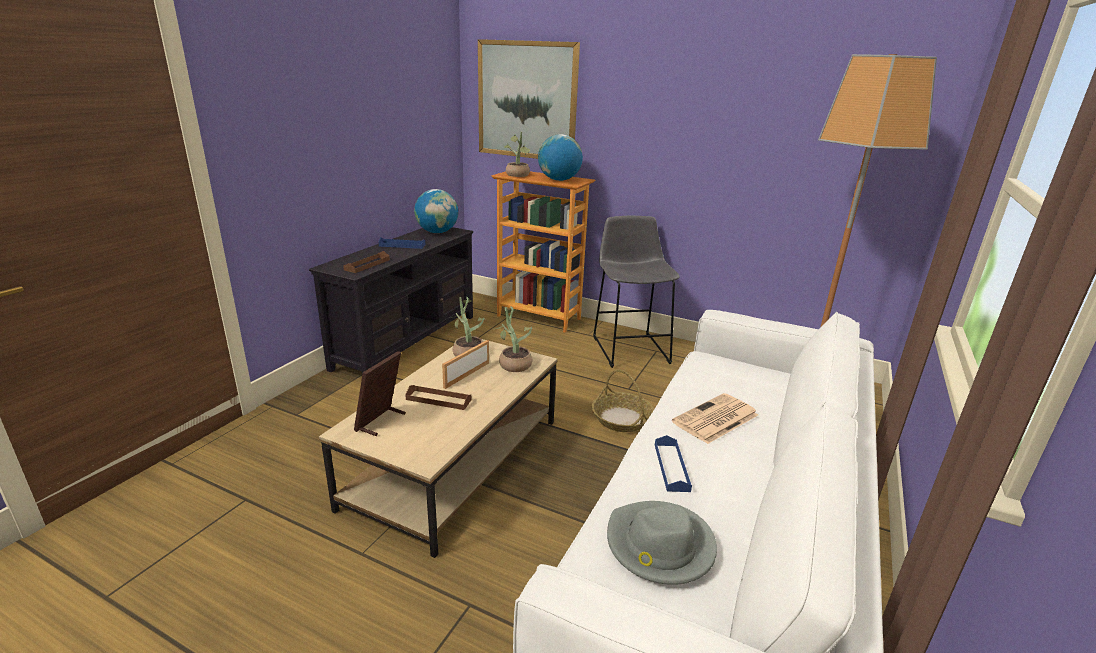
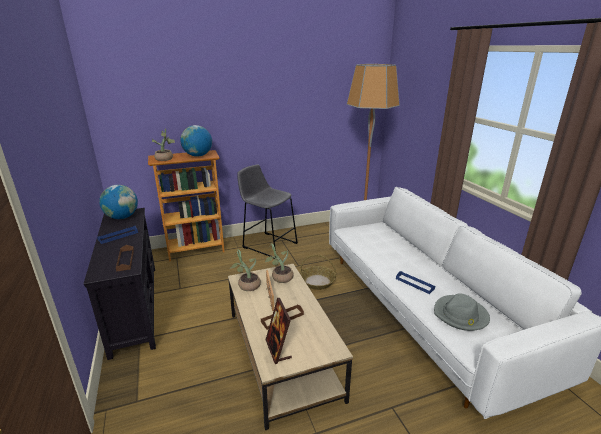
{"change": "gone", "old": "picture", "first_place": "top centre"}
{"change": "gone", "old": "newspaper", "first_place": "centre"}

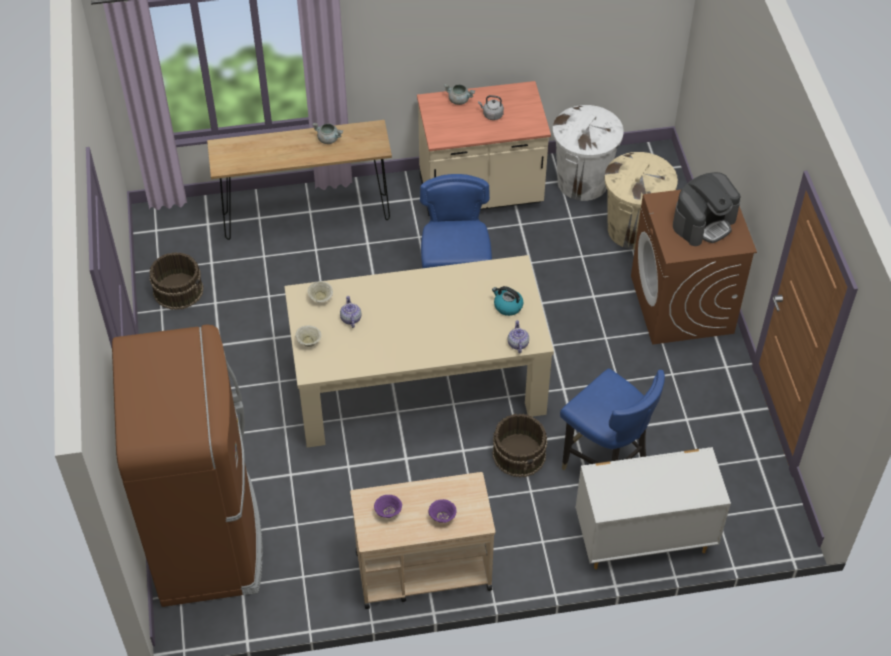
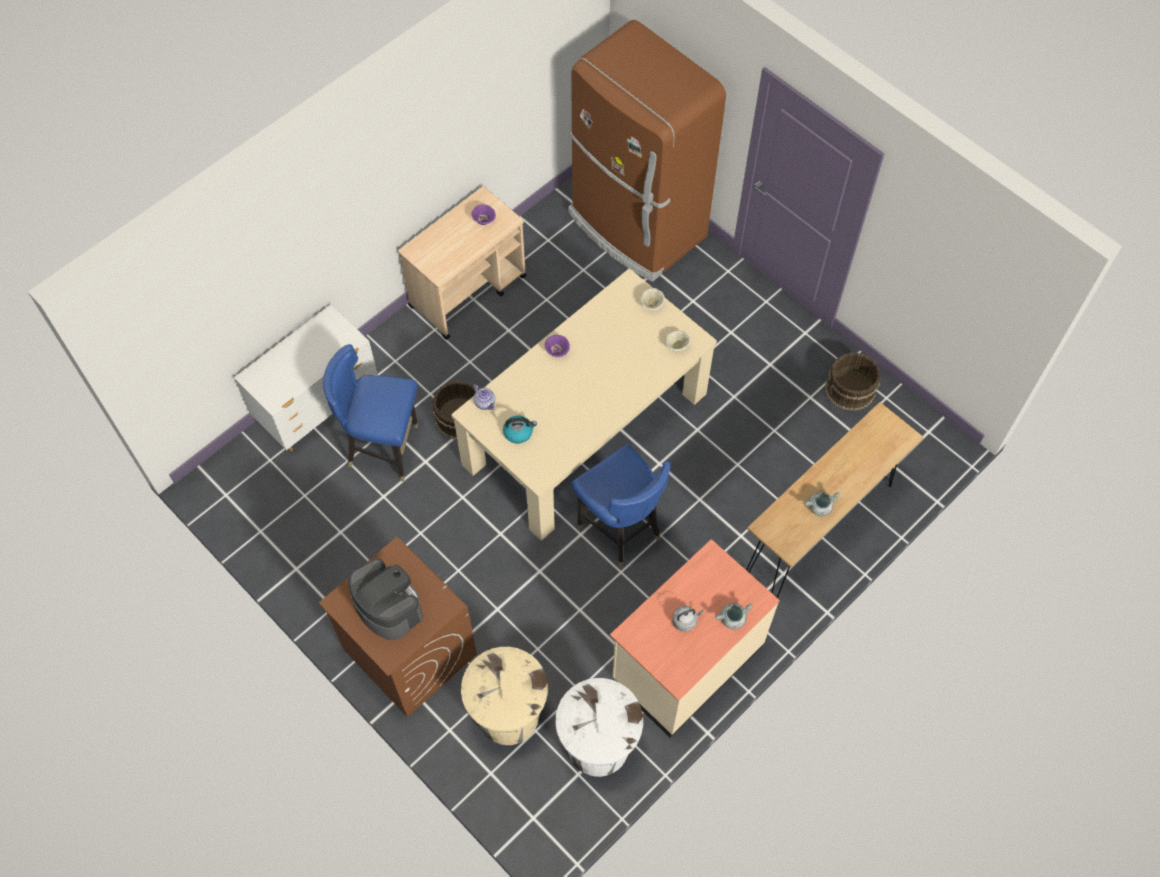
{"change": "gone", "old": "teapot (no. 1 from left)", "first_place": "centre"}
{"change": "shifted", "old": "bowl/purple (no. 2 from left)", "first_place": "bottom centre", "second_place": "centre"}
{"change": "rotated", "old": "coffee machine", "first_place": "top right", "second_place": "bottom left", "degrees": 120}

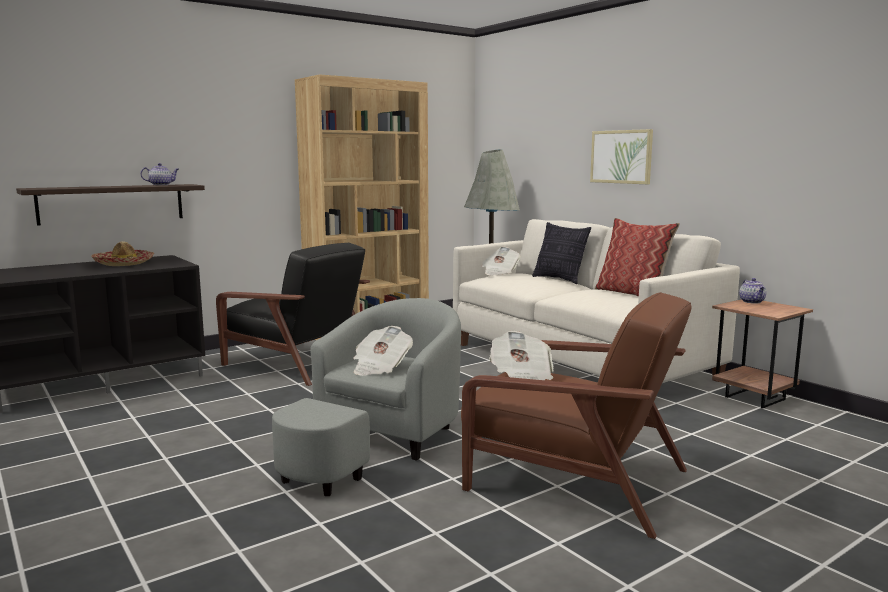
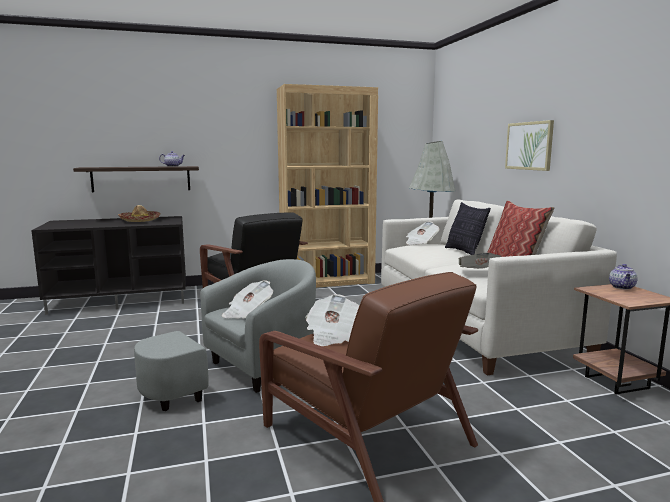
{"change": "new", "new": "newspaper (no. 4 from left)", "second_place": "middle right"}

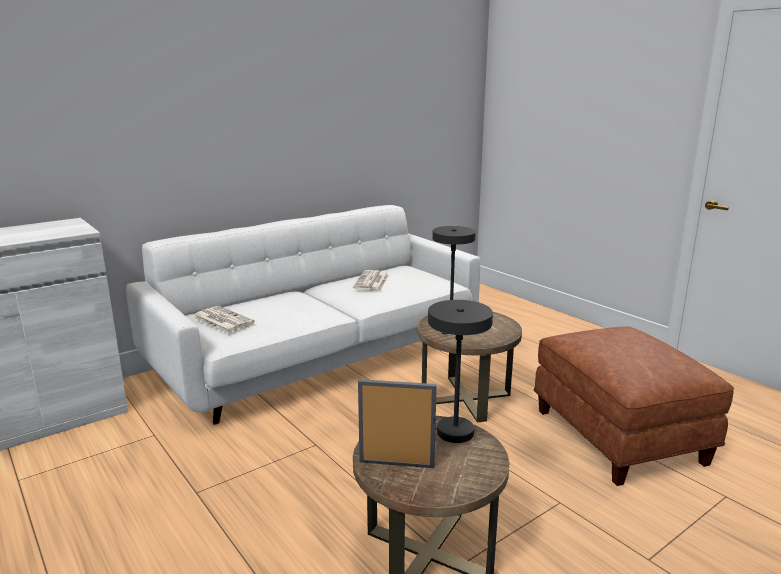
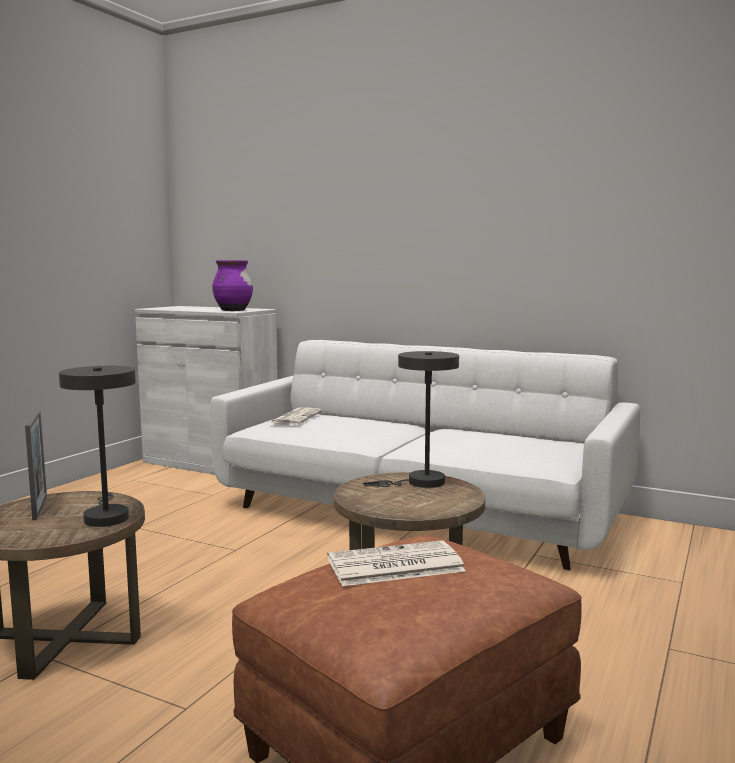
{"change": "shifted", "old": "newspaper (no. 2 from left)", "first_place": "centre", "second_place": "bottom centre"}
{"change": "new", "new": "vase/purple", "second_place": "middle left"}

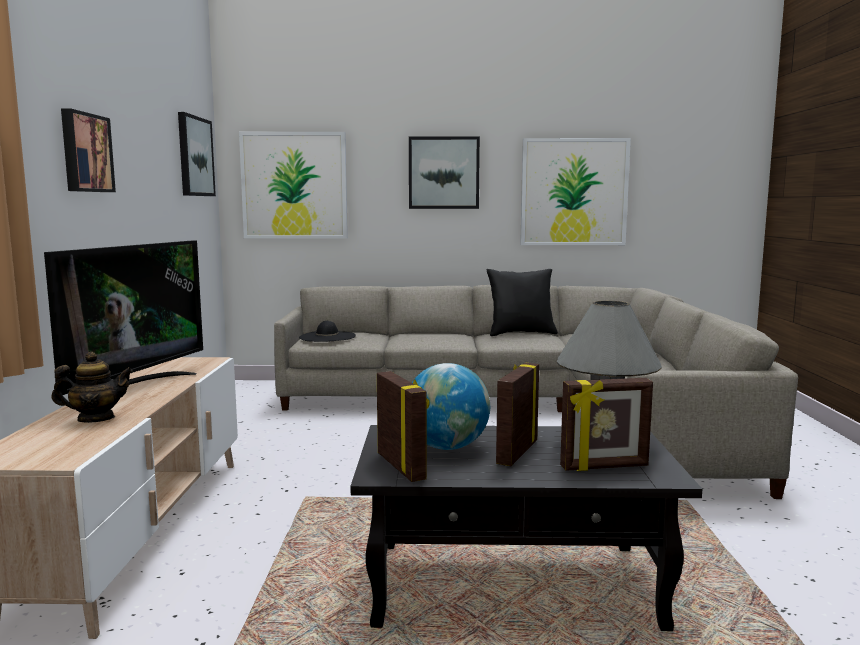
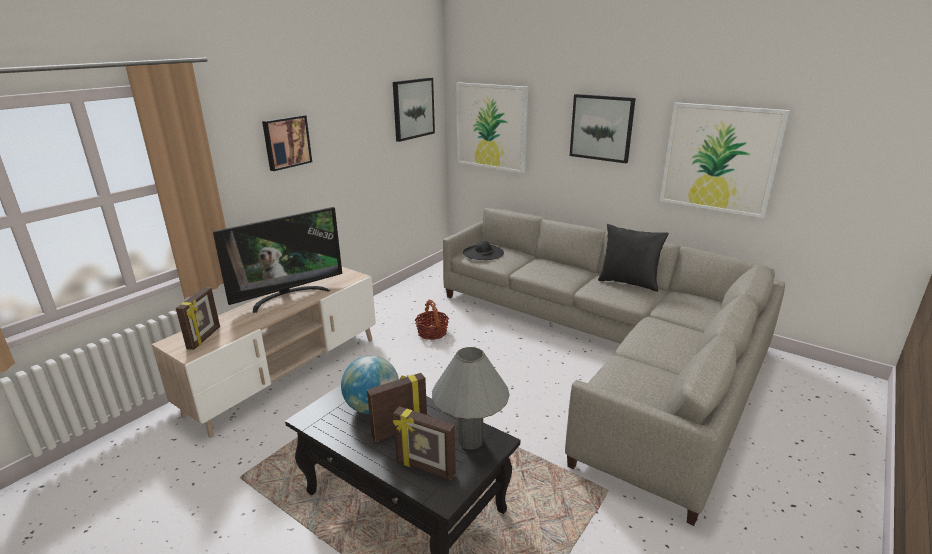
{"change": "gone", "old": "teapot", "first_place": "middle left"}
{"change": "shifted", "old": "picture frame (no. 1 from left)", "first_place": "centre", "second_place": "middle left"}
{"change": "new", "new": "basket", "second_place": "centre"}

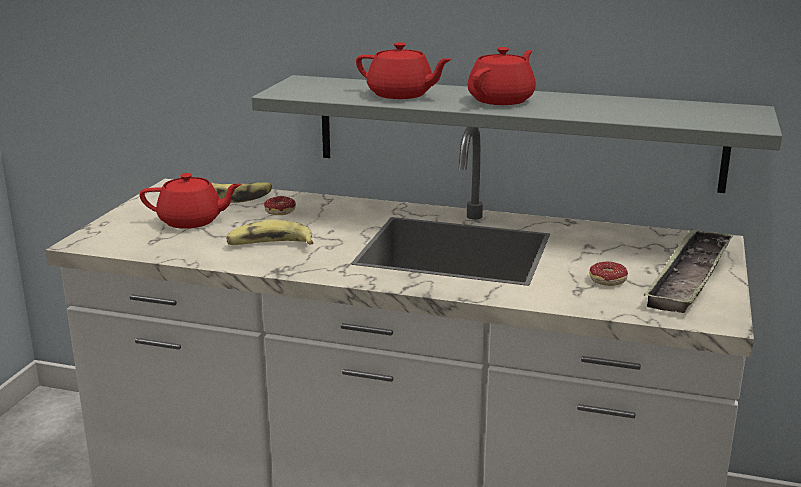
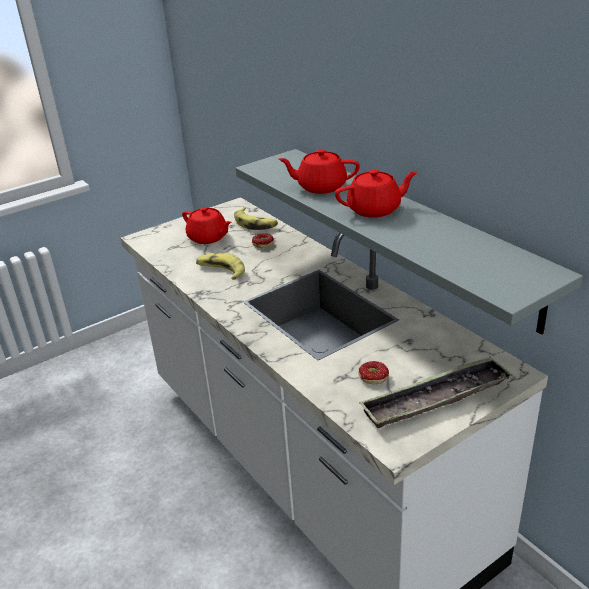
{"change": "rotated", "old": "teapot/red (no. 2 from left)", "first_place": "top centre", "second_place": "top centre", "degrees": 120}

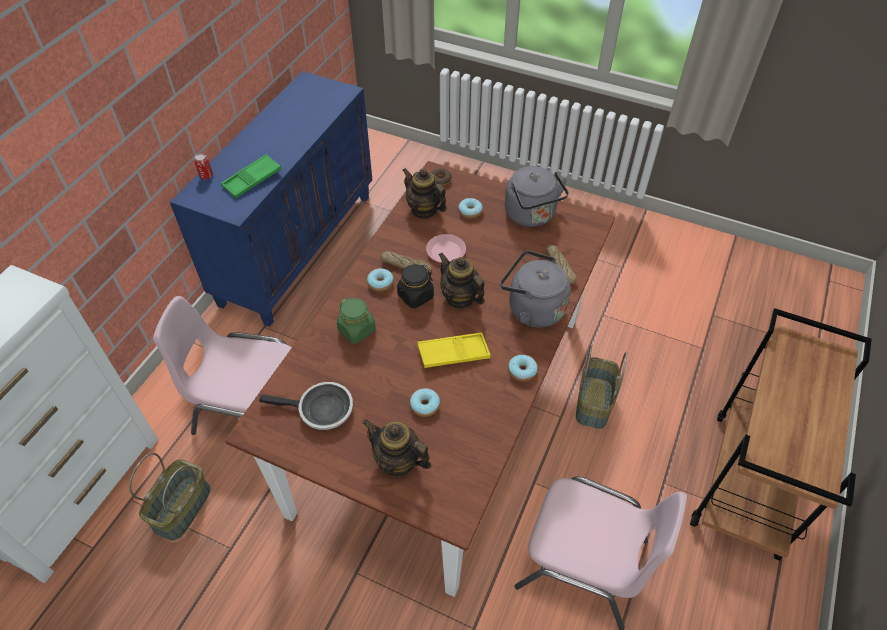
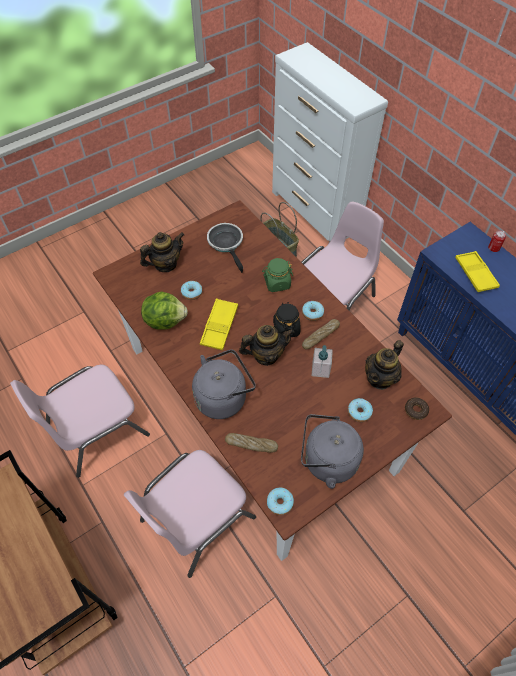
{"change": "repainted", "old": "tray/green", "new": "tray/yellow (no. 2 from left)", "first_place": "top left", "second_place": "middle right"}
{"change": "rotated", "old": "frying pan", "first_place": "centre", "second_place": "centre", "degrees": 120}
{"change": "rotated", "old": "teapot (no. 2 from left in the first image)", "first_place": "top centre", "second_place": "middle right", "degrees": 150}
{"change": "swapped", "old": "plate/pink", "new": "soap dispenser", "first_place": "centre", "second_place": "centre"}
{"change": "shifted", "old": "donut (no. 5 from left in the first image)", "new": "donut (no. 2 from left)", "first_place": "centre", "second_place": "bottom centre"}
{"change": "swapped", "old": "basket (no. 2 from left)", "new": "chair/pink (no. 2 from left)", "first_place": "middle right", "second_place": "bottom centre"}
{"change": "new", "new": "lettuce", "second_place": "middle left"}

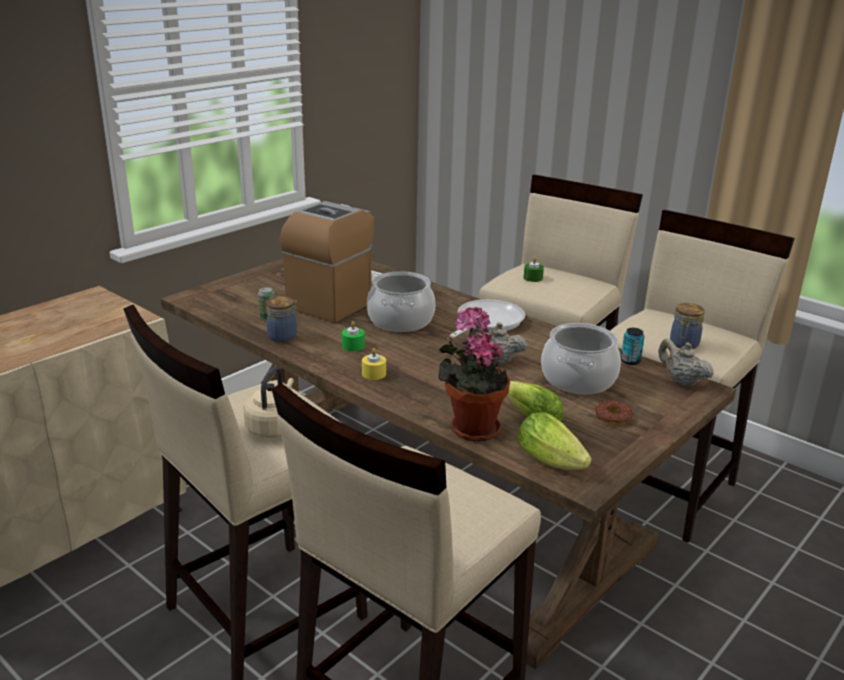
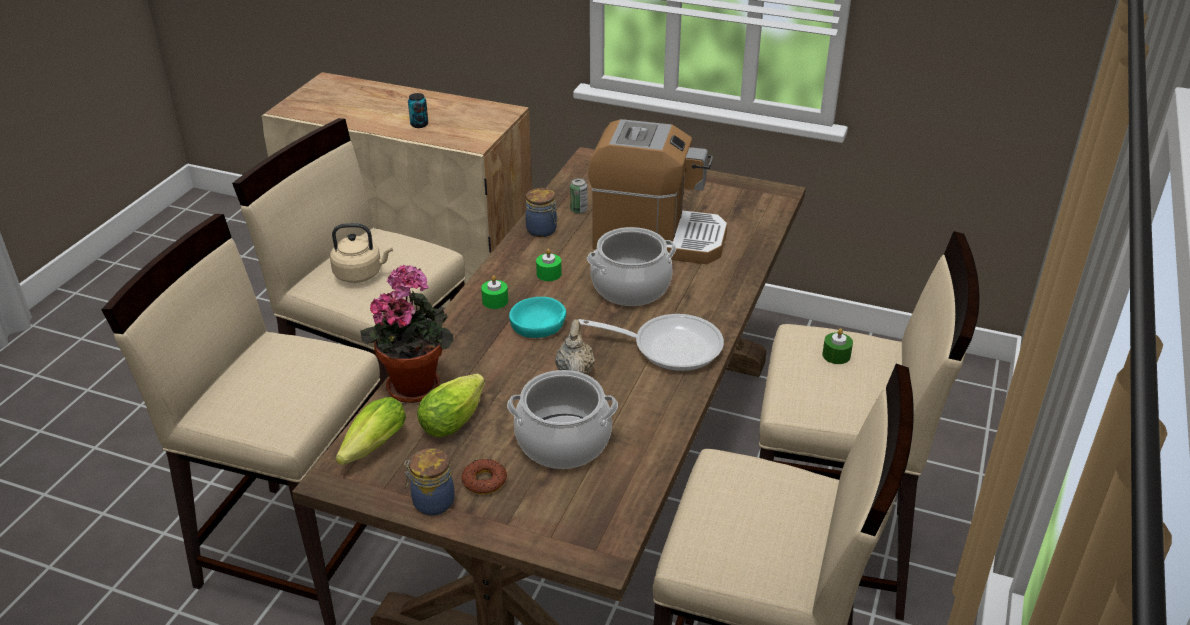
{"change": "repainted", "old": "candle/yellow", "new": "candle/green (no. 1 from left)", "first_place": "centre", "second_place": "centre"}
{"change": "shifted", "old": "can (no. 2 from left in the first image)", "new": "can (no. 1 from left)", "first_place": "middle right", "second_place": "top centre"}
{"change": "gone", "old": "teapot/beige (no. 2 from left)", "first_place": "middle right"}
{"change": "shifted", "old": "jar (no. 2 from left in the first image)", "new": "jar (no. 1 from left)", "first_place": "middle right", "second_place": "bottom centre"}
{"change": "new", "new": "bowl/turquoise", "second_place": "centre"}

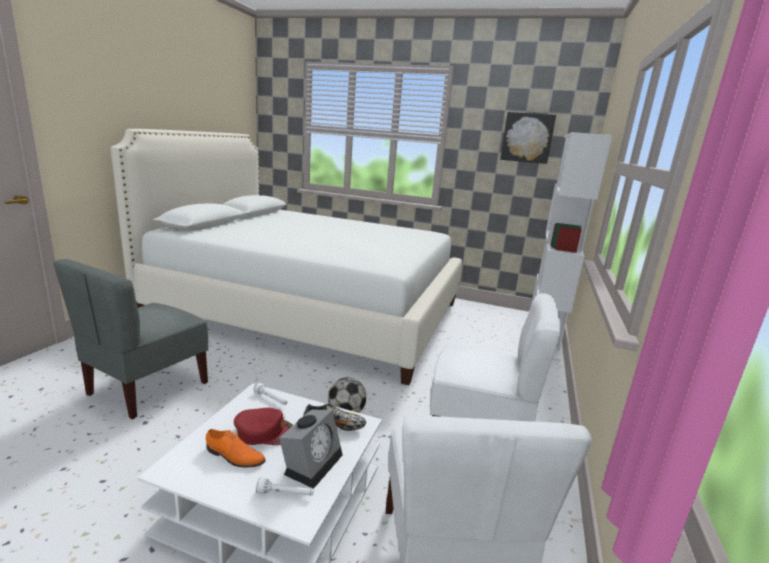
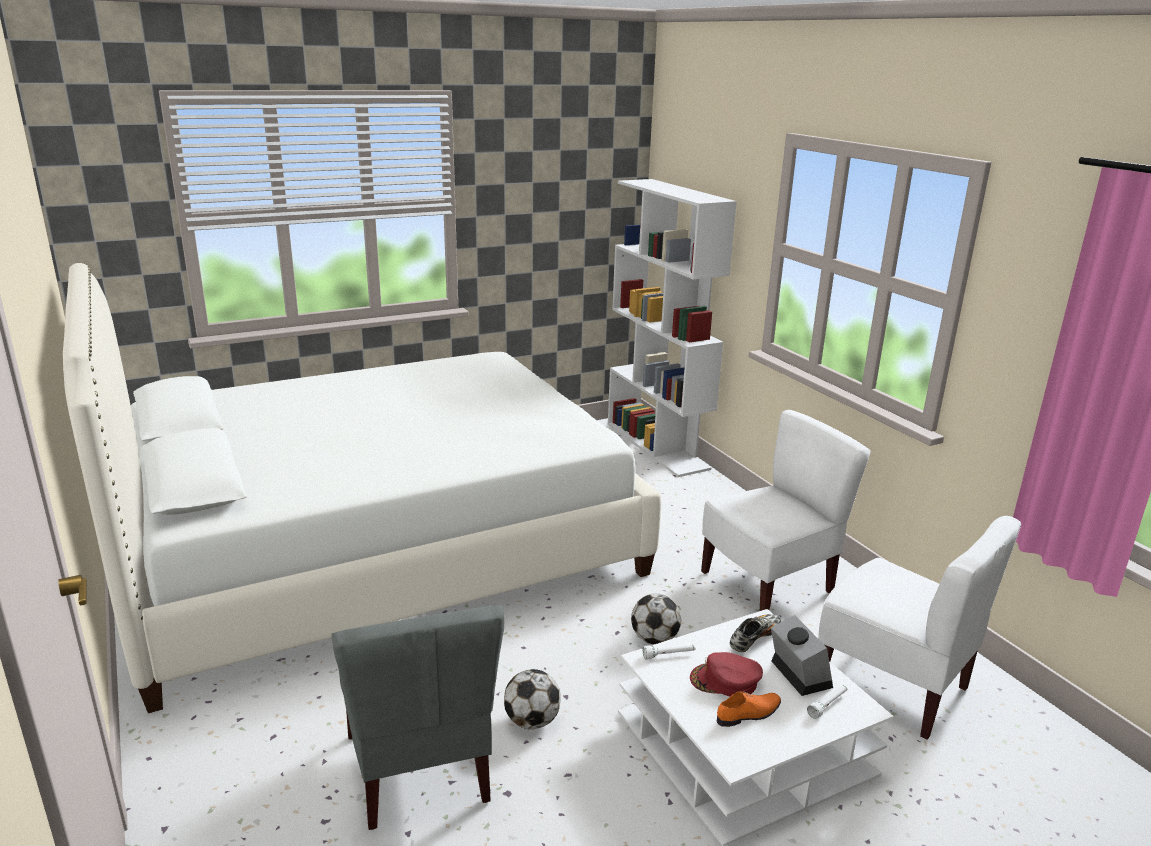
{"change": "rotated", "old": "cap/red", "first_place": "bottom centre", "second_place": "bottom centre", "degrees": -135}
{"change": "gone", "old": "picture", "first_place": "top right"}
{"change": "new", "new": "football (no. 1 from left)", "second_place": "bottom centre"}

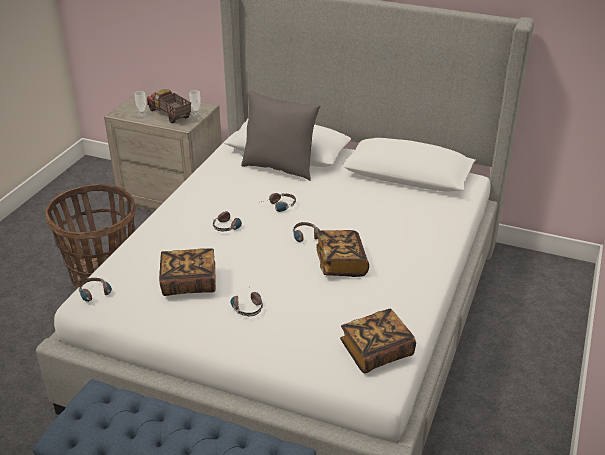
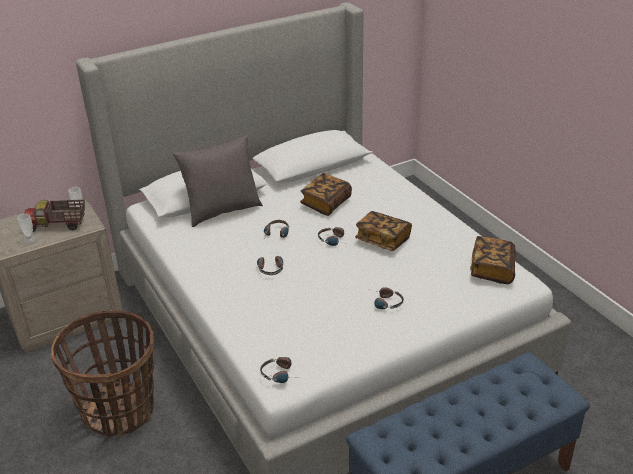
{"change": "shifted", "old": "book (no. 1 from left)", "first_place": "middle left", "second_place": "centre"}

